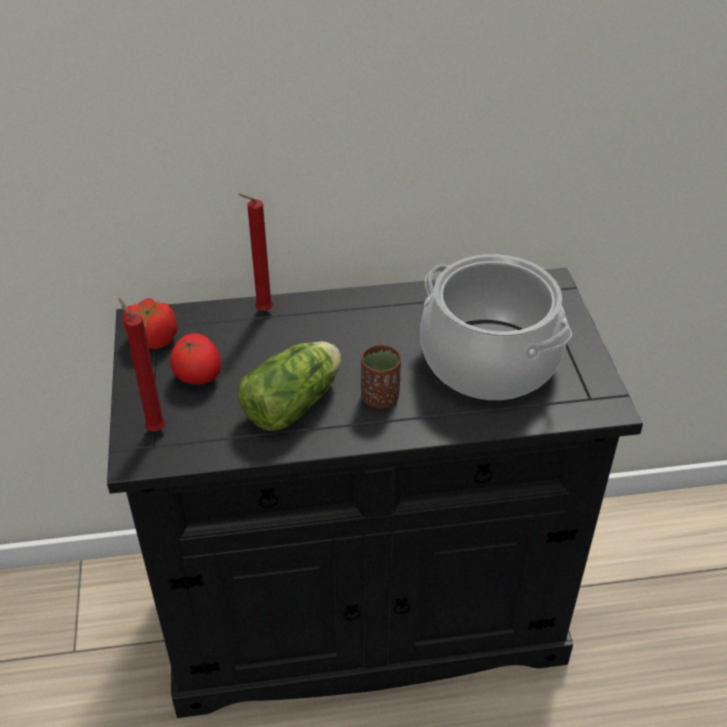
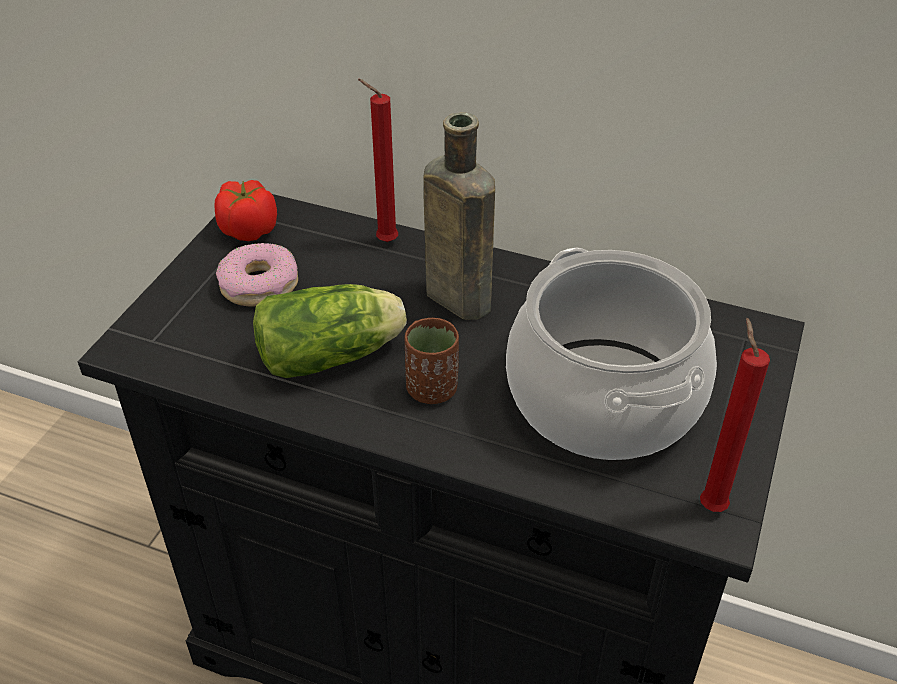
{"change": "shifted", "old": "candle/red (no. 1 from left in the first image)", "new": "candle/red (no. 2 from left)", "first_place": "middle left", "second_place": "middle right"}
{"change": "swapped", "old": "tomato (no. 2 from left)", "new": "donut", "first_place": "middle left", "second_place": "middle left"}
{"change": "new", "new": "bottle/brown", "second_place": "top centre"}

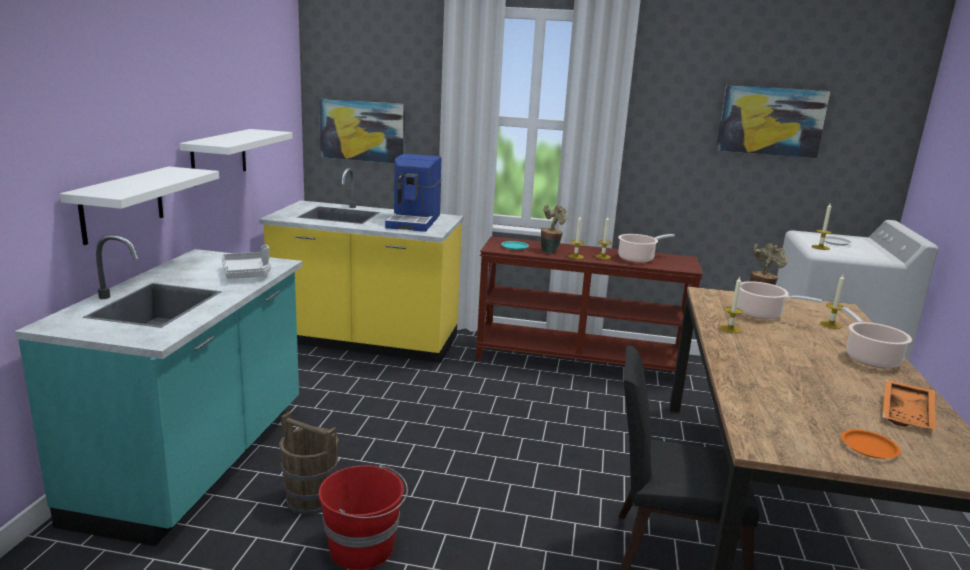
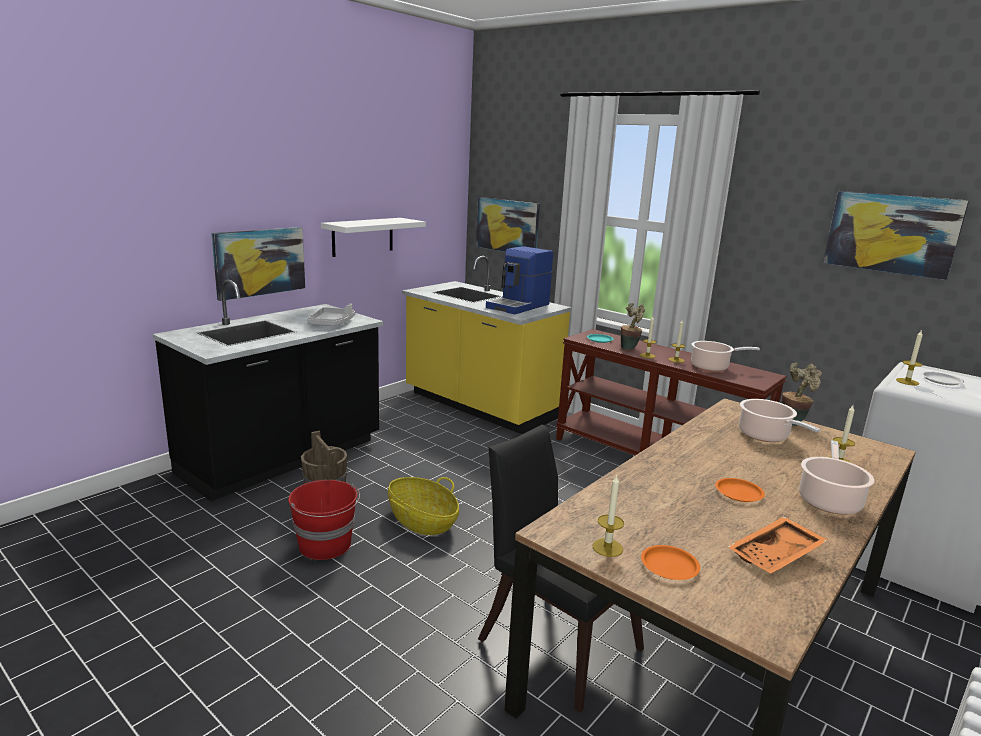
{"change": "repainted", "old": "counter/turquoise", "new": "counter/black", "first_place": "bottom left", "second_place": "middle left"}
{"change": "swapped", "old": "shelf/white (no. 1 from left)", "new": "picture (no. 1 from left)", "first_place": "middle left", "second_place": "middle left"}
{"change": "shifted", "old": "candle (no. 3 from left in the first image)", "new": "candle (no. 1 from left)", "first_place": "middle right", "second_place": "bottom centre"}
{"change": "new", "new": "basket", "second_place": "bottom centre"}
{"change": "new", "new": "plate/orange (no. 2 from left)", "second_place": "middle right"}

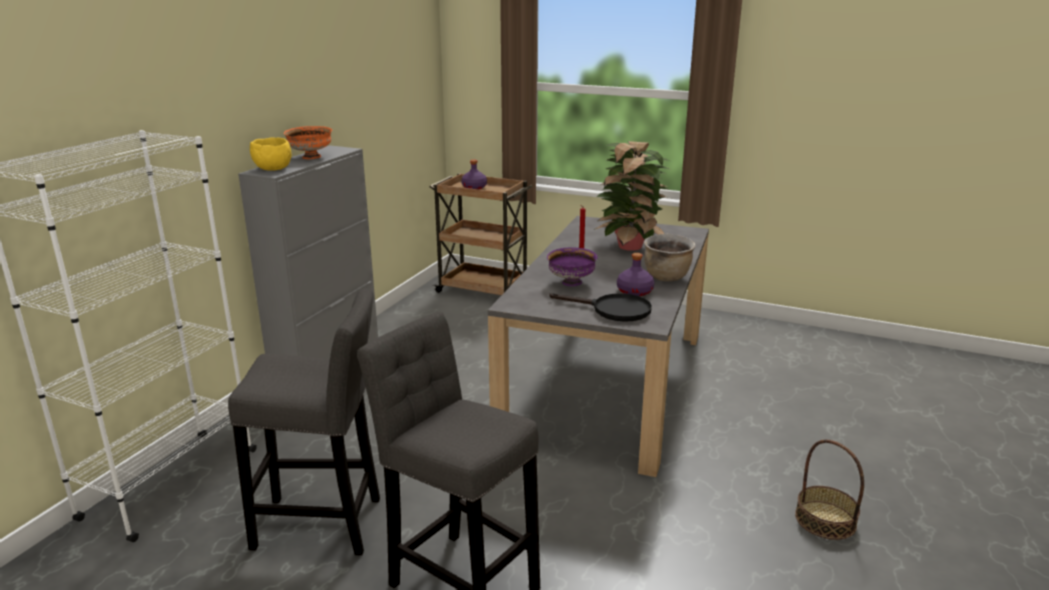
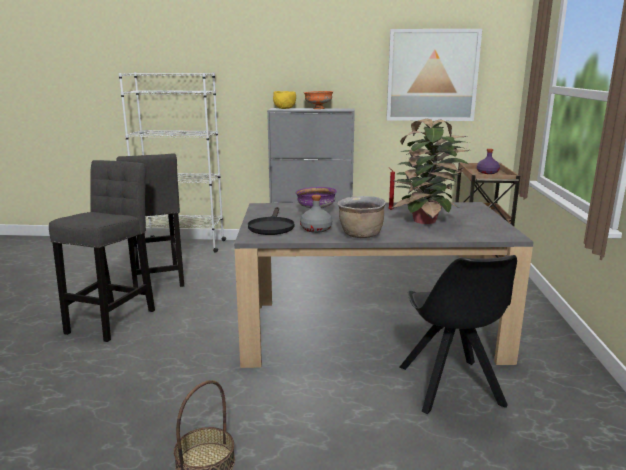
{"change": "repainted", "old": "bottle/purple (no. 2 from left)", "new": "bottle/grey", "first_place": "centre", "second_place": "centre"}
{"change": "new", "new": "picture", "second_place": "top right"}
{"change": "new", "new": "chair/black", "second_place": "bottom right"}

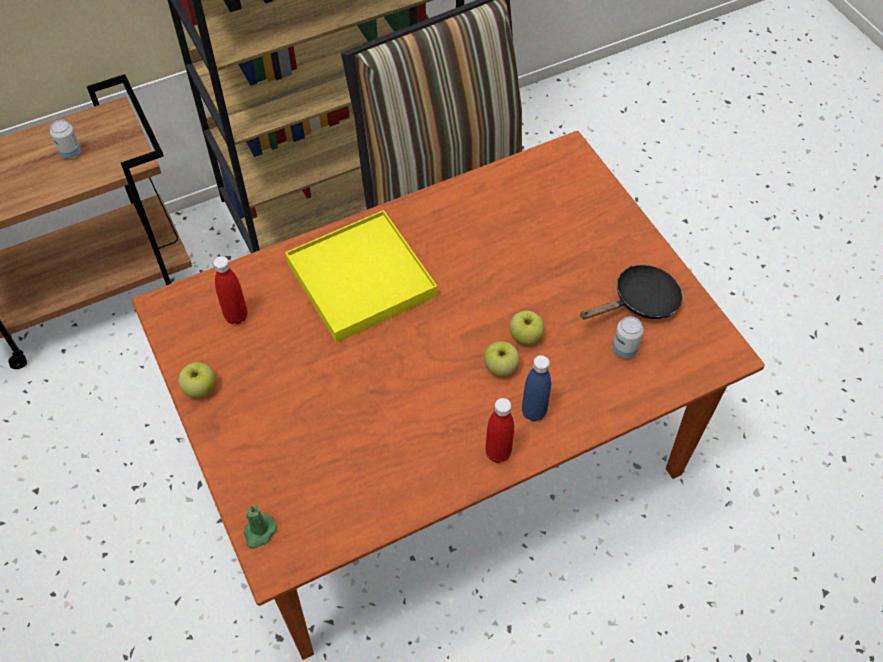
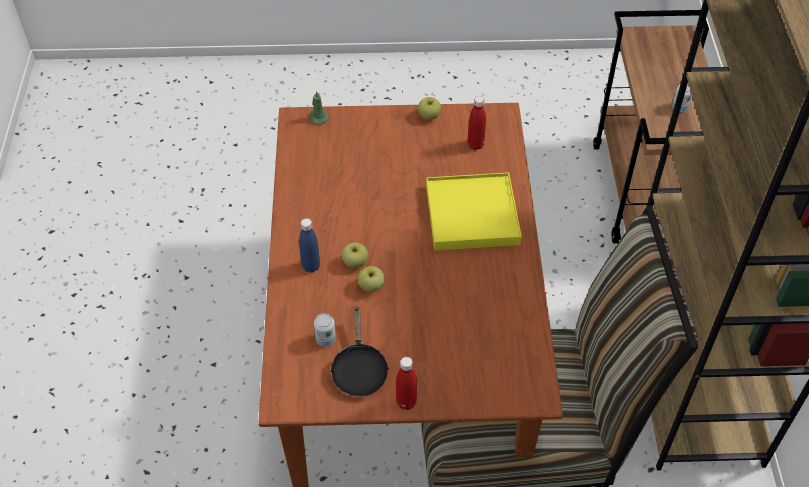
{"change": "shifted", "old": "bottle/red (no. 2 from left in the first image)", "new": "bottle/red (no. 1 from left)", "first_place": "centre", "second_place": "bottom centre"}

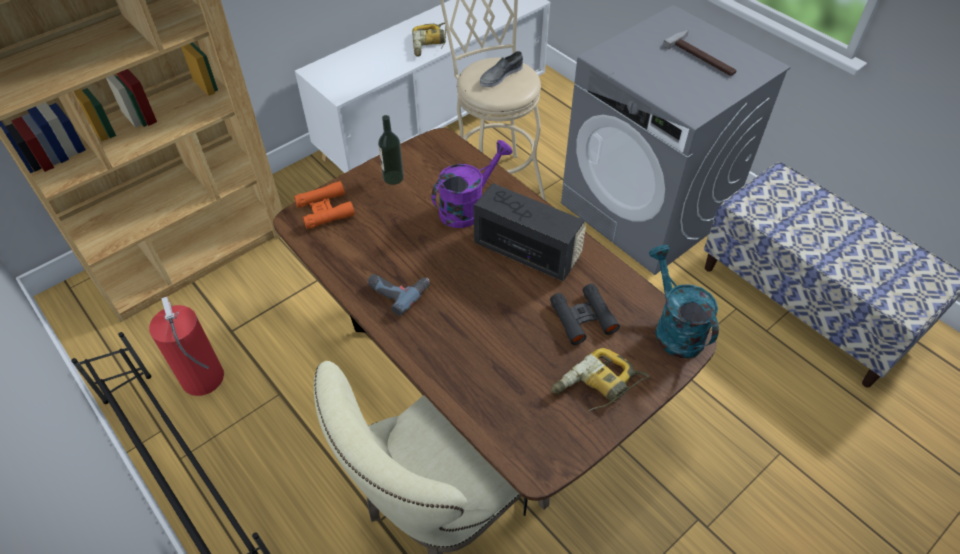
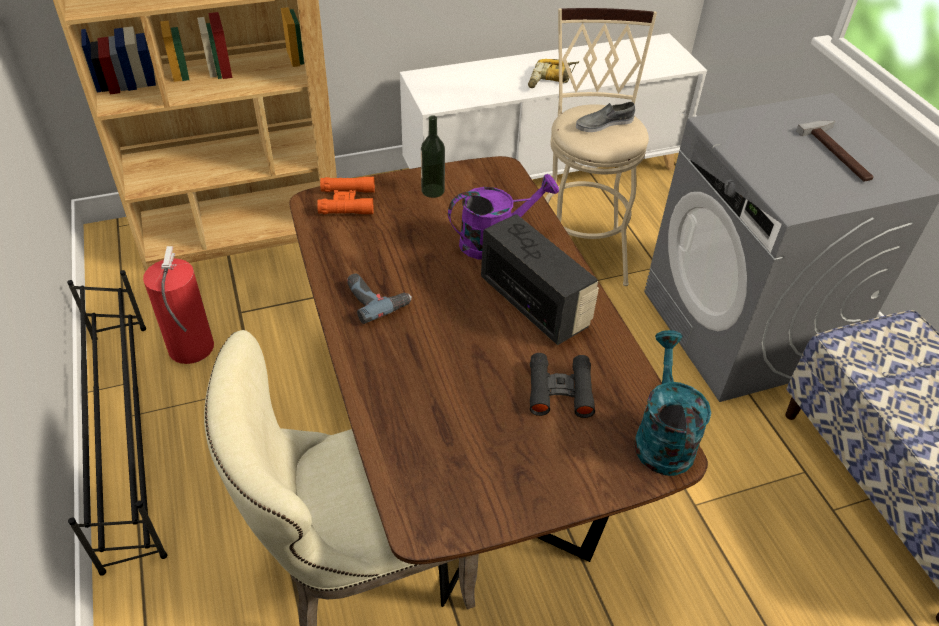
{"change": "gone", "old": "power drill (no. 3 from left)", "first_place": "bottom centre"}

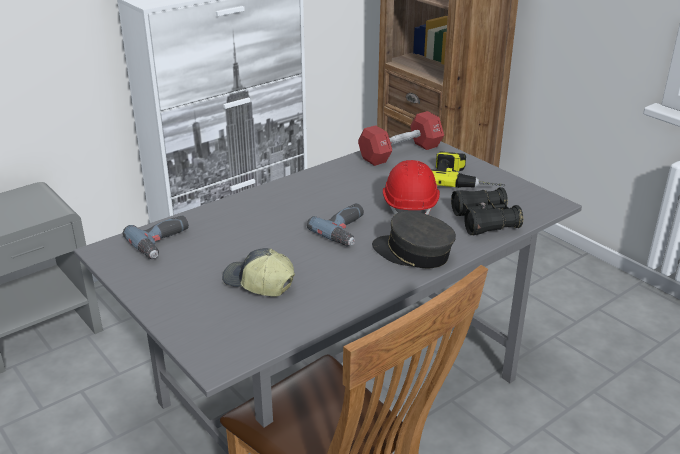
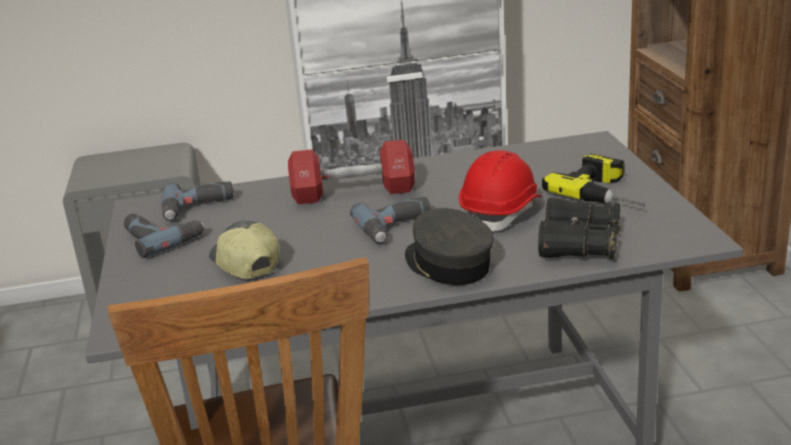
{"change": "shifted", "old": "dumbbell/red", "first_place": "top centre", "second_place": "centre"}
{"change": "new", "new": "power drill (no. 1 from left)", "second_place": "middle left"}

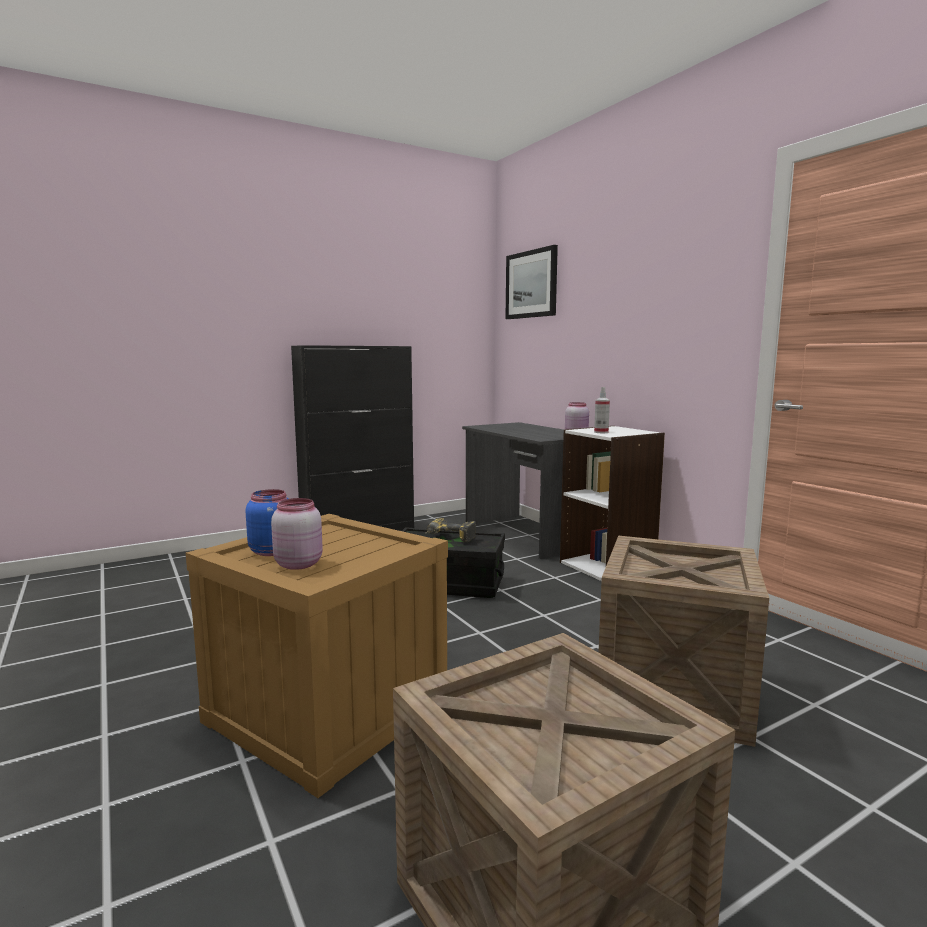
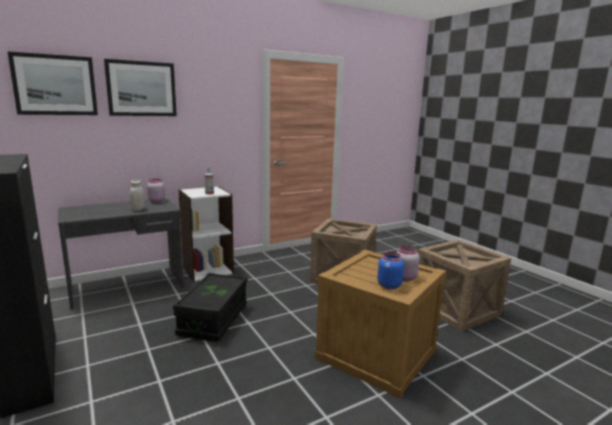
{"change": "gone", "old": "power drill", "first_place": "centre"}
{"change": "new", "new": "picture (no. 2 from left)", "second_place": "top left"}
{"change": "new", "new": "jar/white", "second_place": "middle left"}

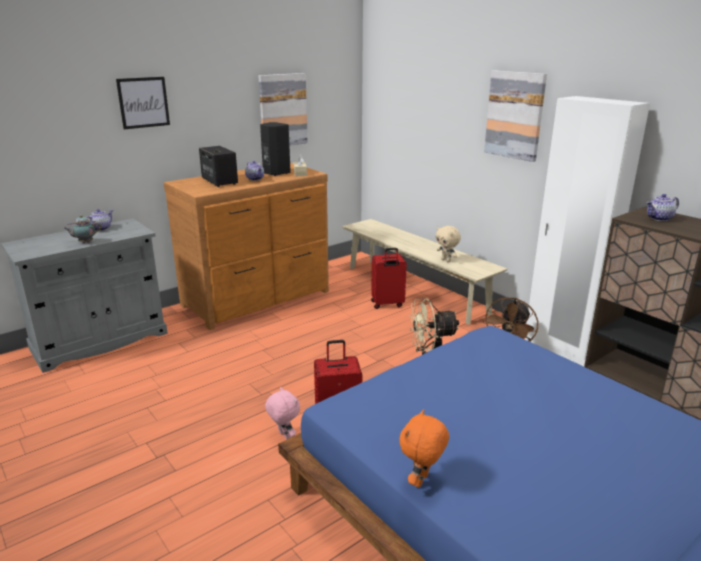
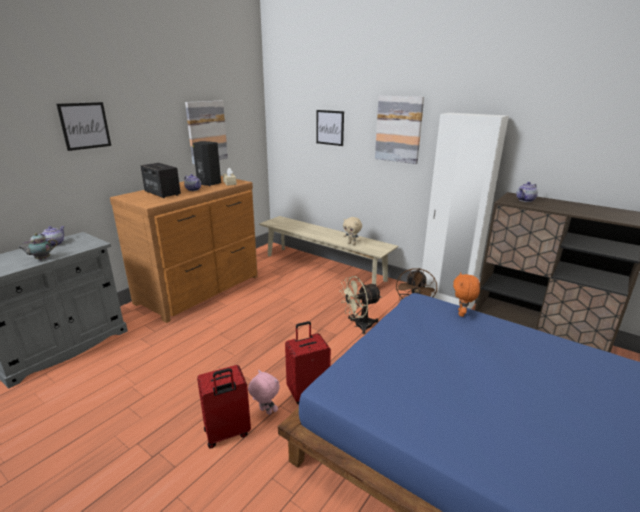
{"change": "shifted", "old": "suitcase/red (no. 2 from left in the first image)", "new": "suitcase/red (no. 1 from left)", "first_place": "centre", "second_place": "bottom centre"}
{"change": "shifted", "old": "plush toy/orange", "first_place": "bottom centre", "second_place": "middle right"}
{"change": "new", "new": "picture (no. 3 from left)", "second_place": "top centre"}

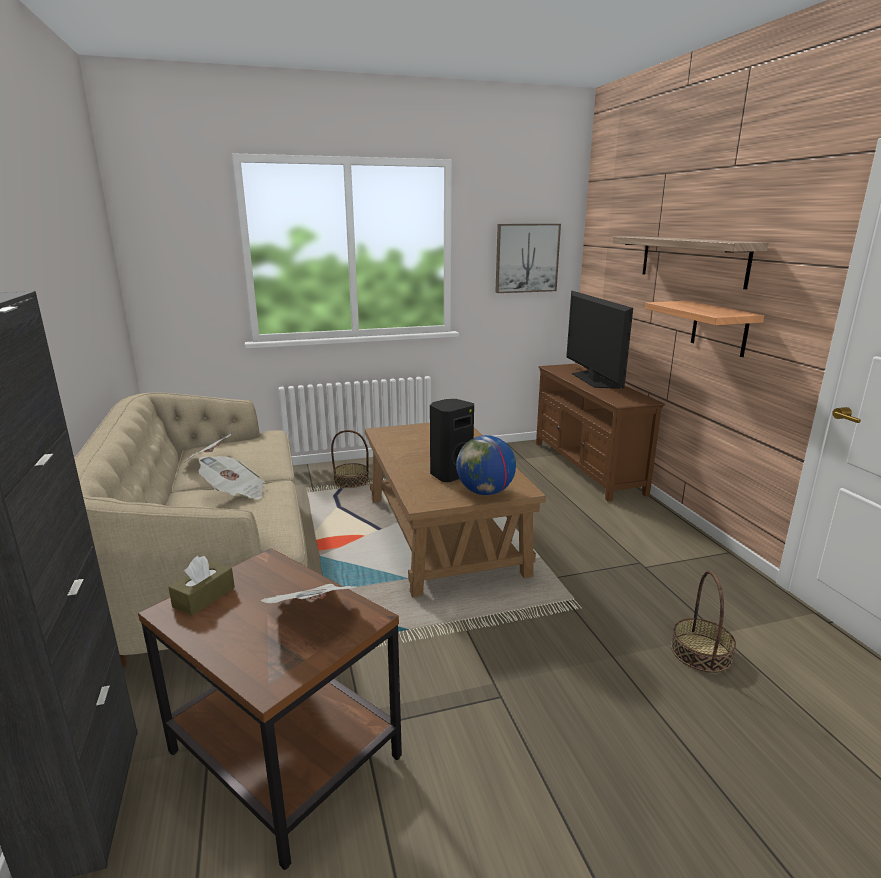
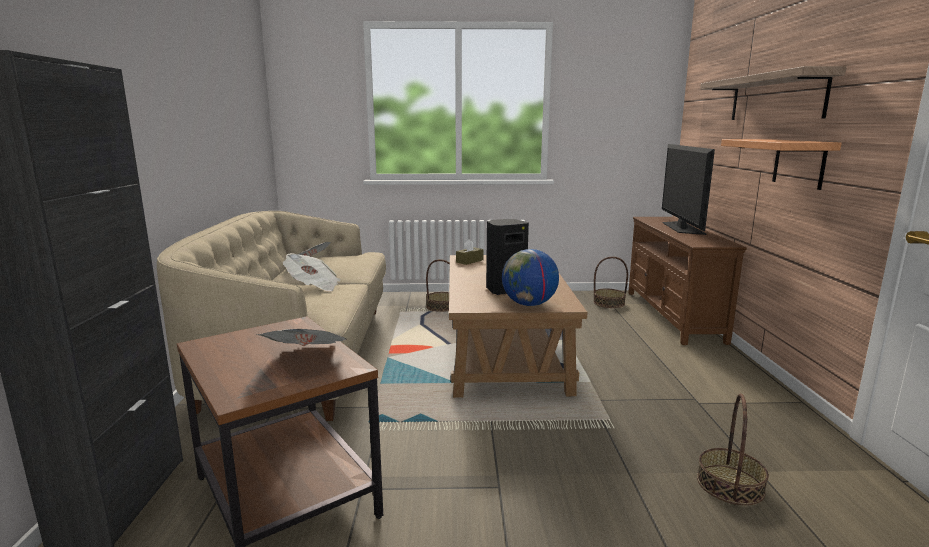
{"change": "shifted", "old": "tissue box/brown", "first_place": "bottom left", "second_place": "centre"}
{"change": "gone", "old": "picture", "first_place": "top centre"}
{"change": "new", "new": "basket (no. 2 from left)", "second_place": "centre"}

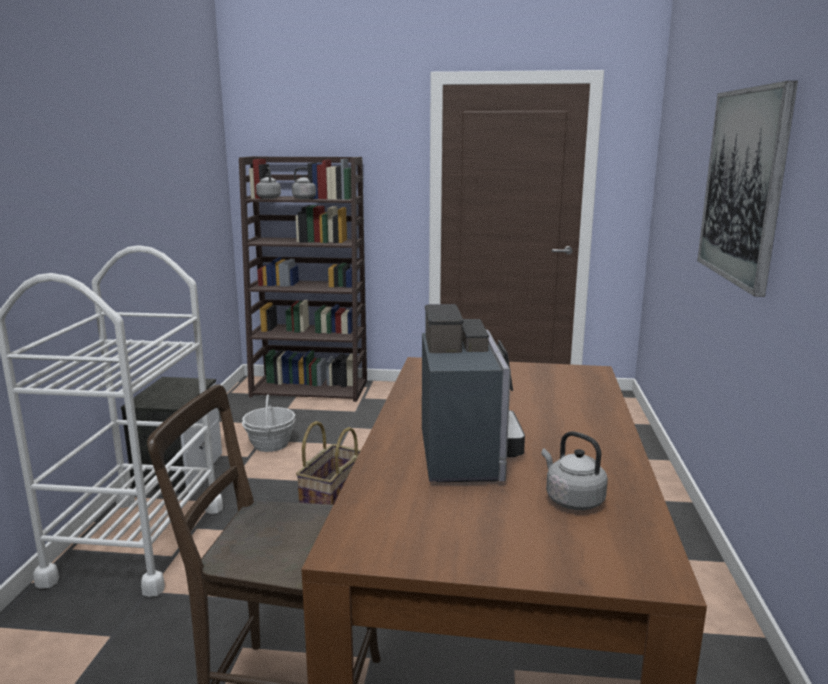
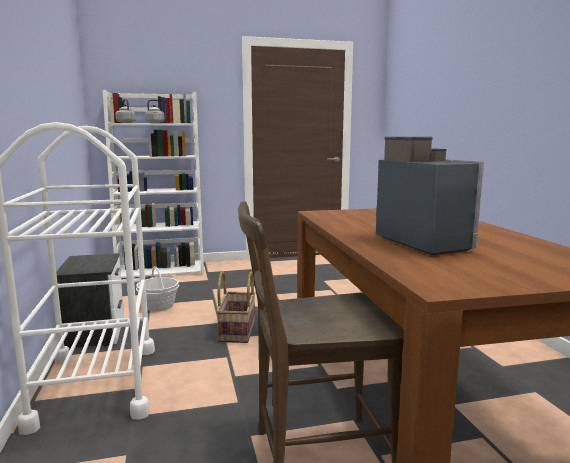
{"change": "repainted", "old": "bookcase/brown", "new": "bookcase/white", "first_place": "centre", "second_place": "middle left"}
{"change": "gone", "old": "kettle/grey (no. 3 from left)", "first_place": "bottom right"}
{"change": "gone", "old": "picture", "first_place": "top right"}

